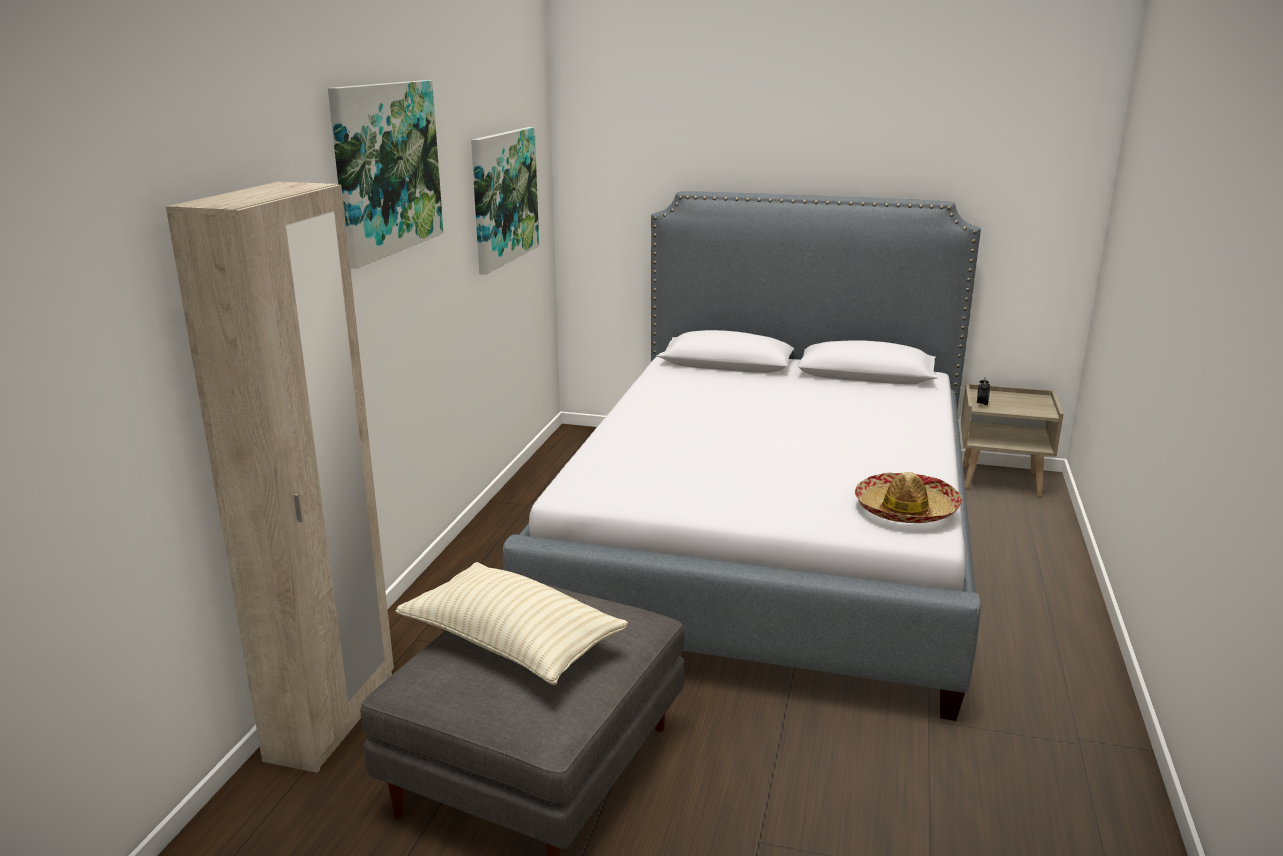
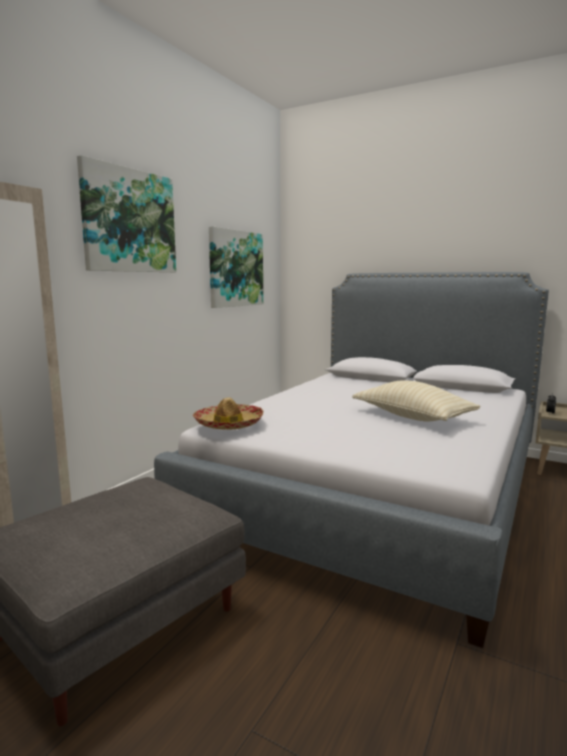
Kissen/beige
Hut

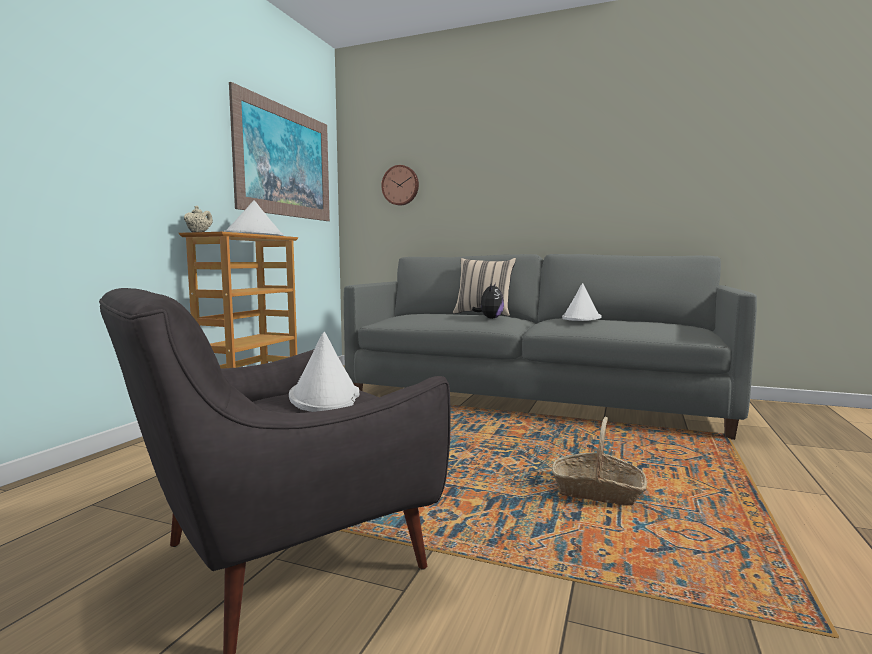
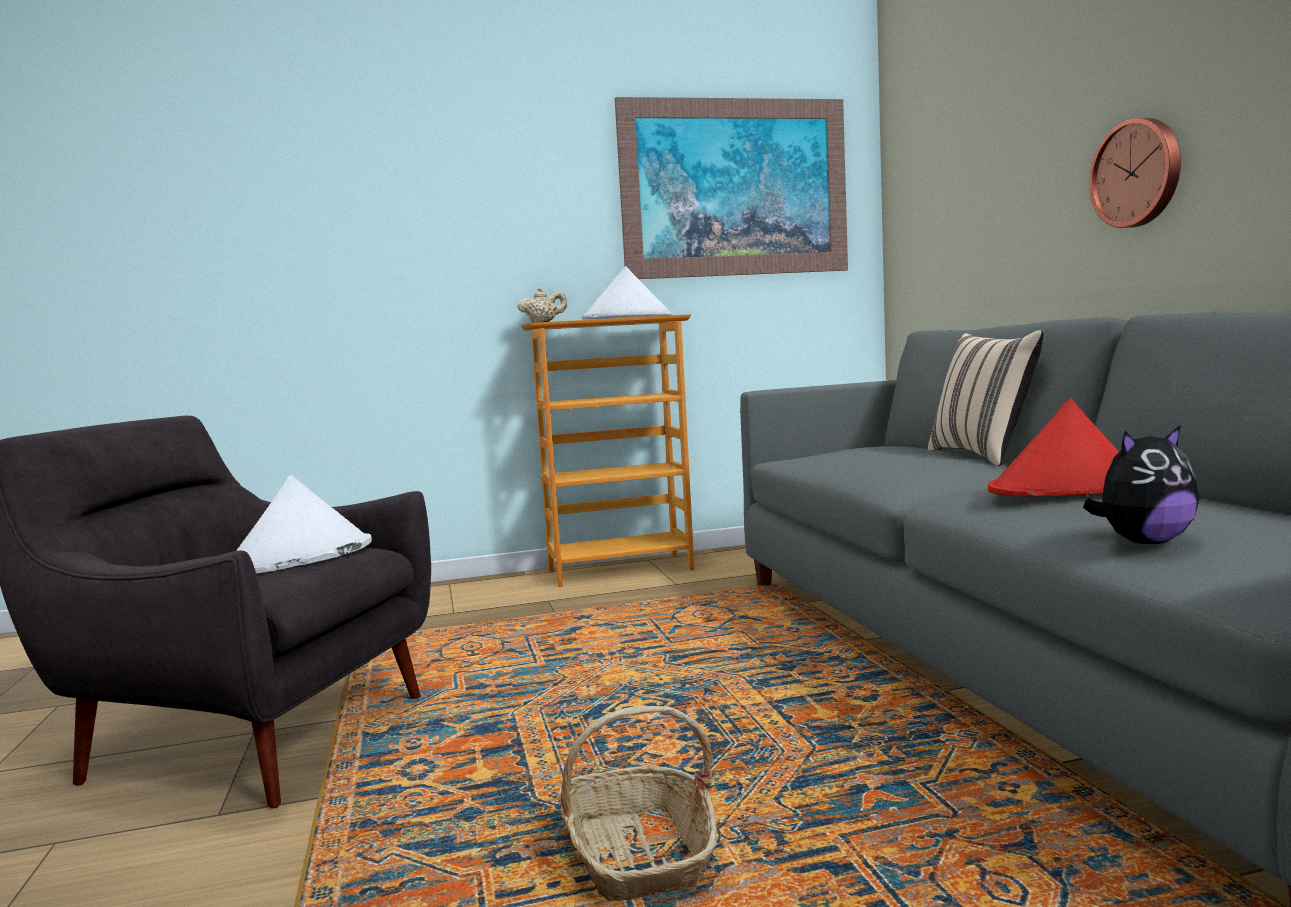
Wanduhr
Plüschtier
Hut/rot

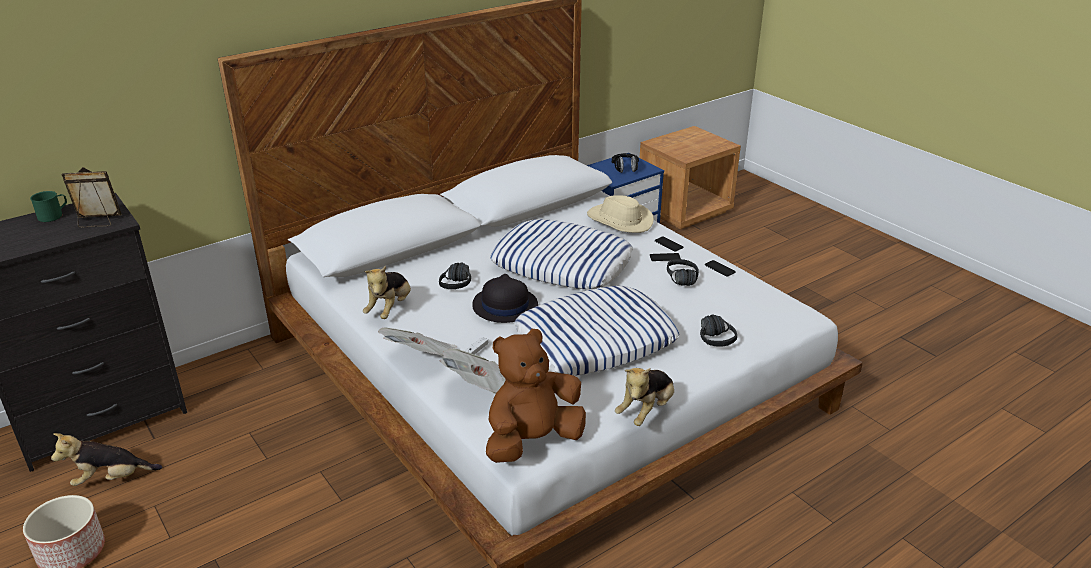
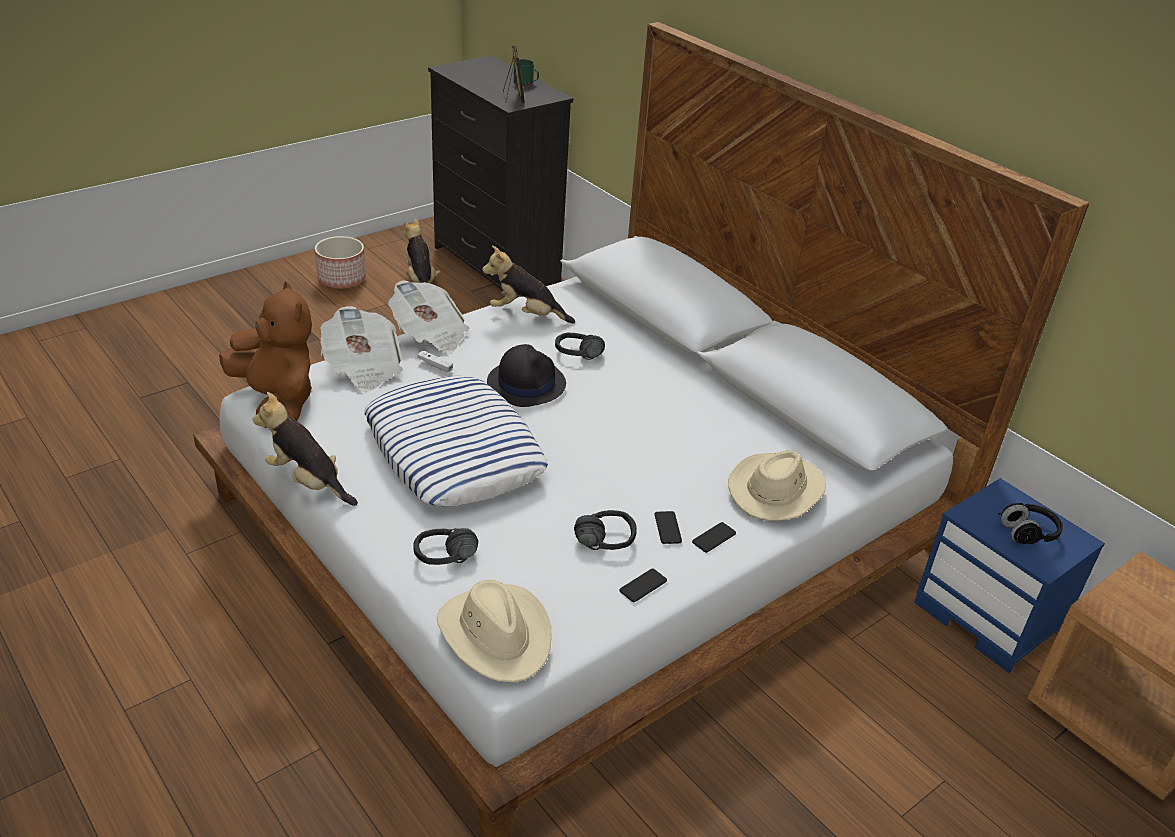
Kissen (1st from left in the first image)
Hut/beige (1st from left)

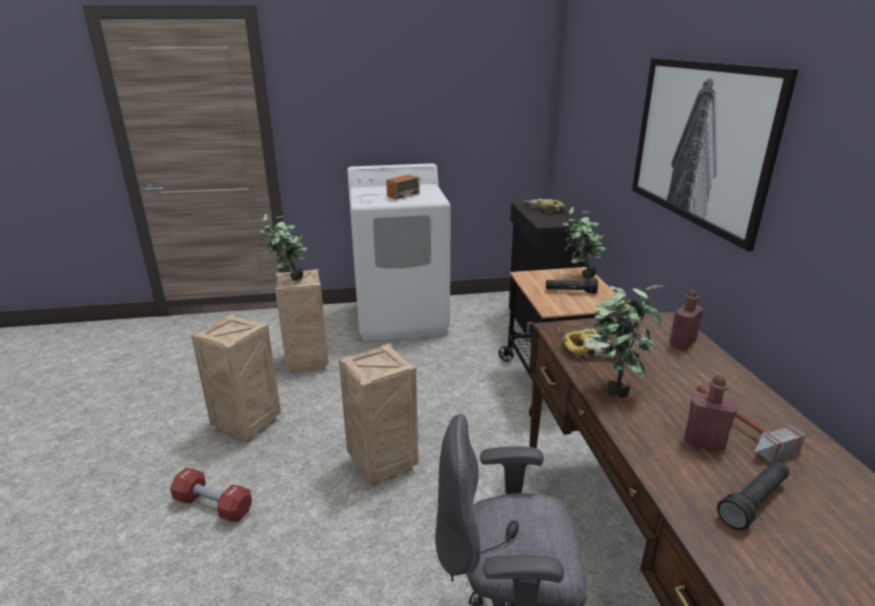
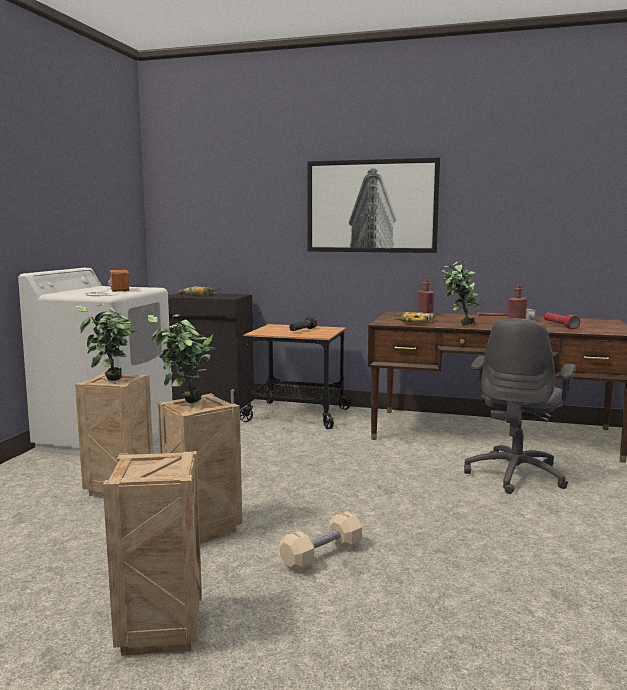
Hantel/beige
Kiste (2nd from left)
Topfpflanze (2nd from left)
Taschenlampe/rot

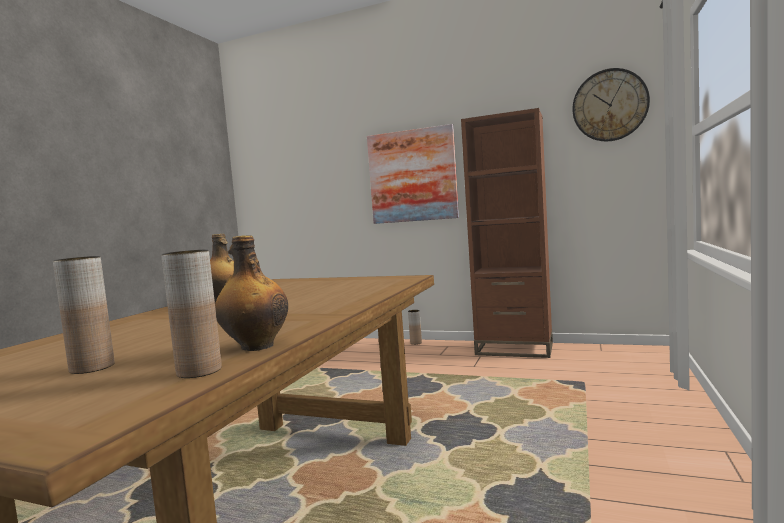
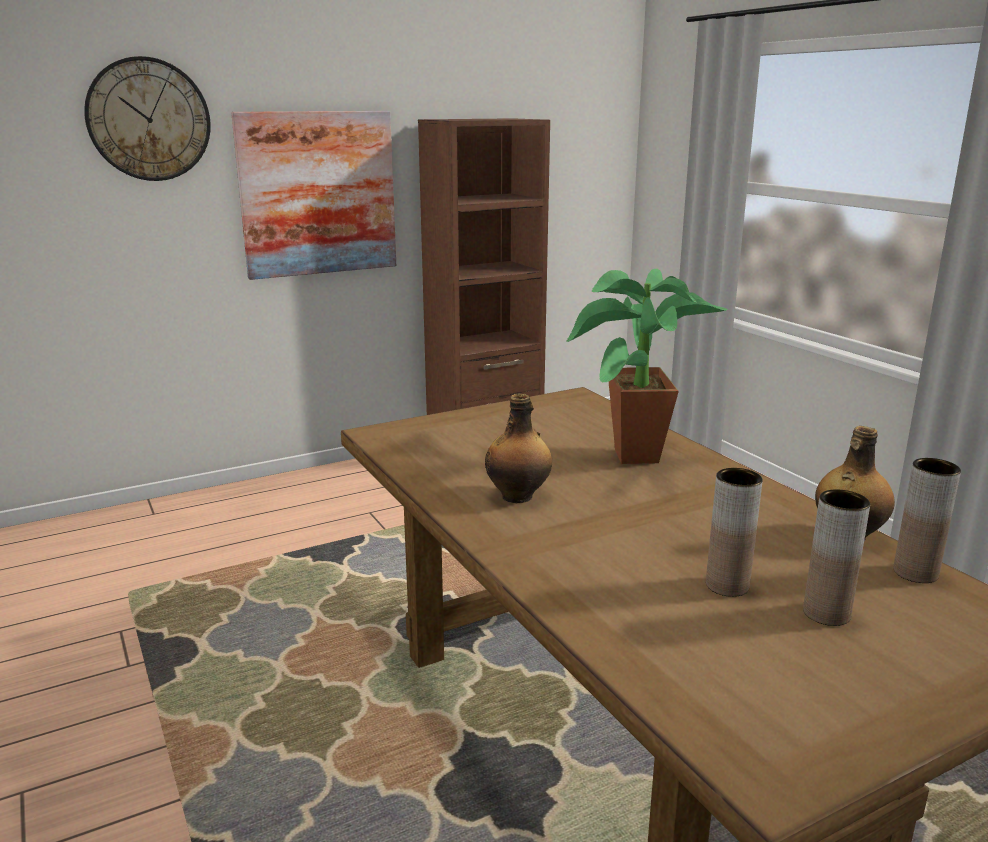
Vase/braun (1st from left)
Wanduhr
Topfpflanze

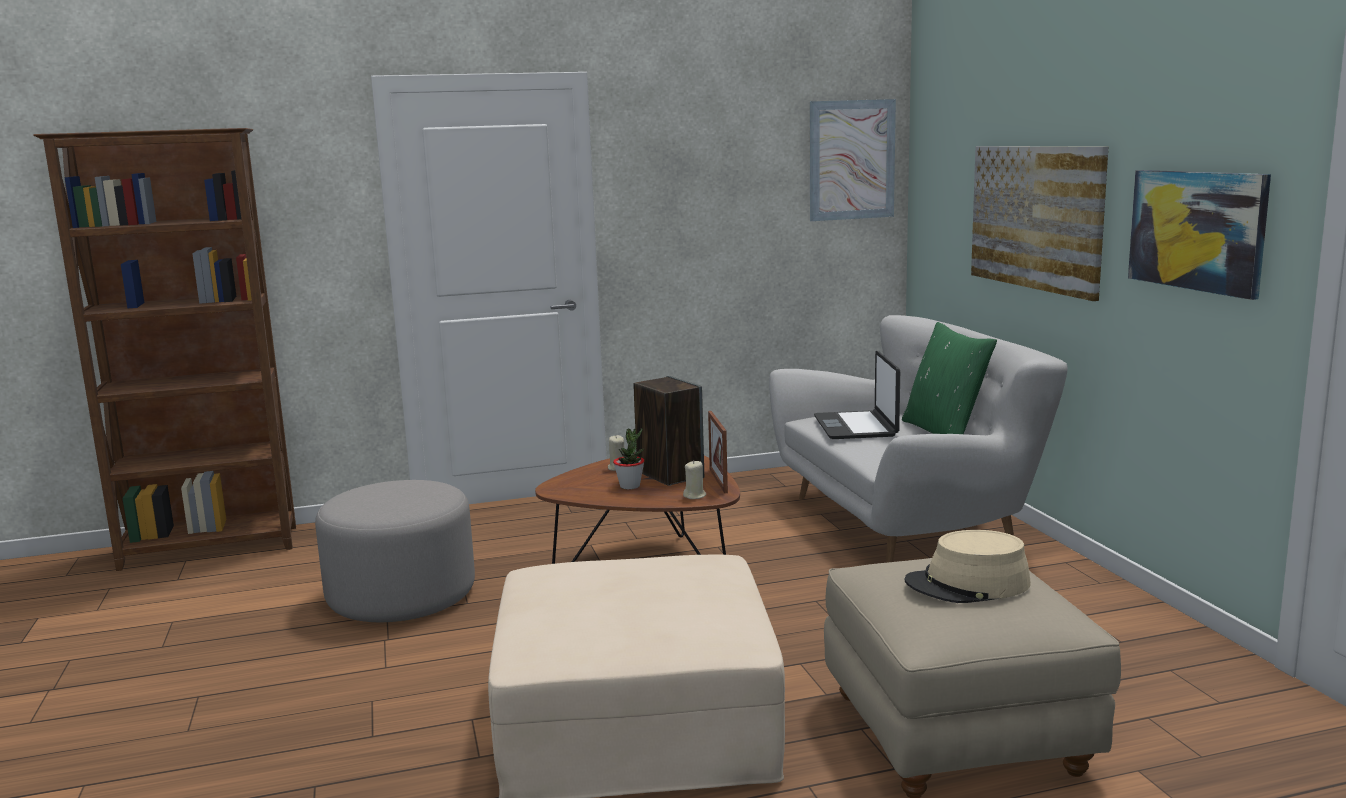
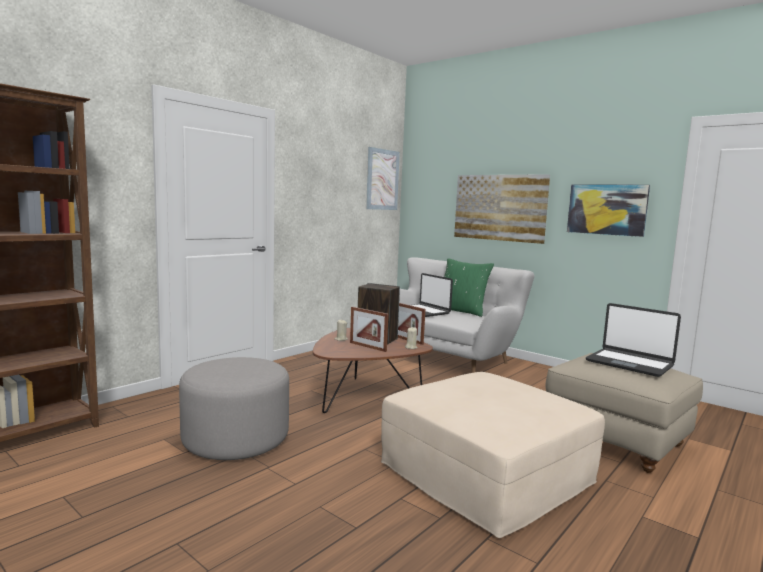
Bilderrahmen (1st from left)
Laptop (2nd from left)

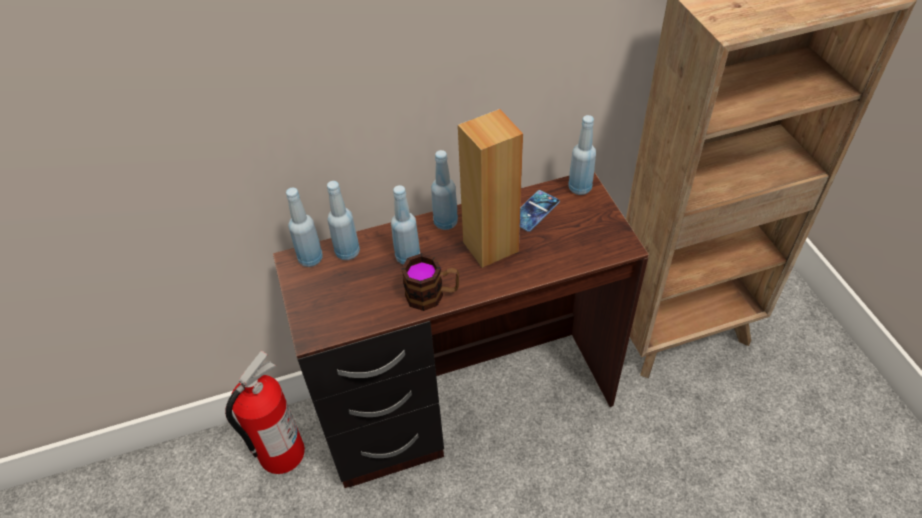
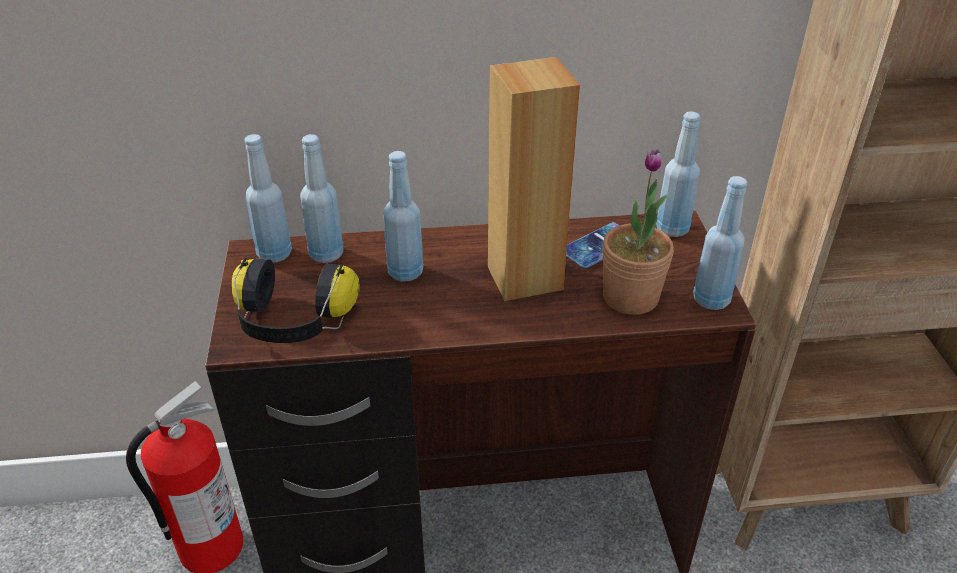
Henkelbecher
Flasche/blau (5th from left)
Kopfhörer
Topfpflanze

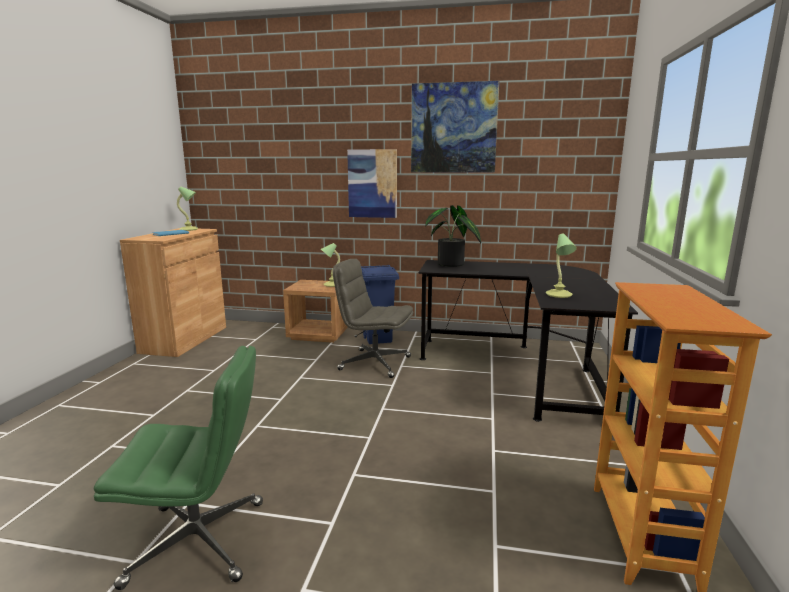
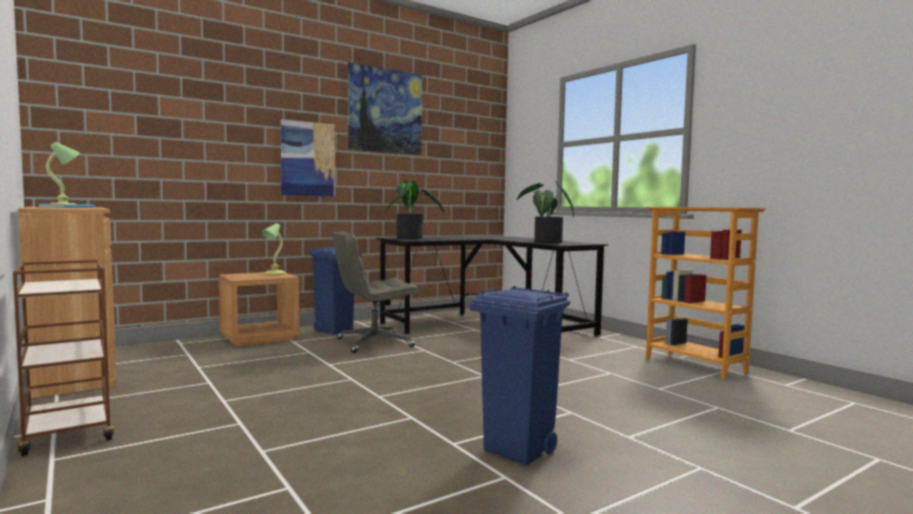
Mülleimer/blau (2nd from left)
Topfpflanze (2nd from left)
Rollwagen/braun

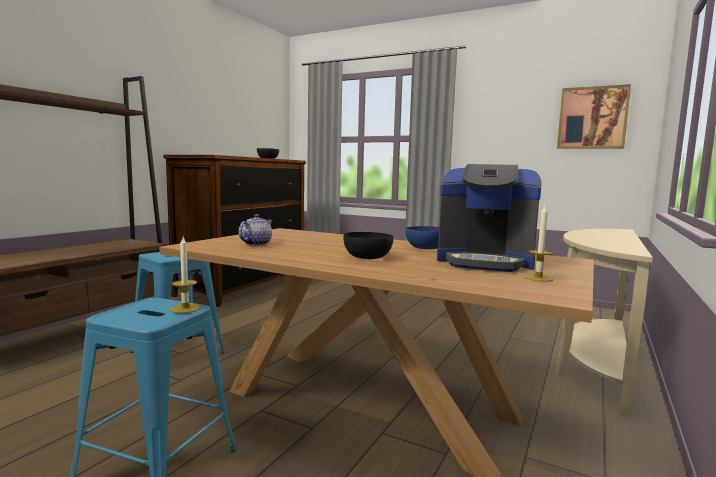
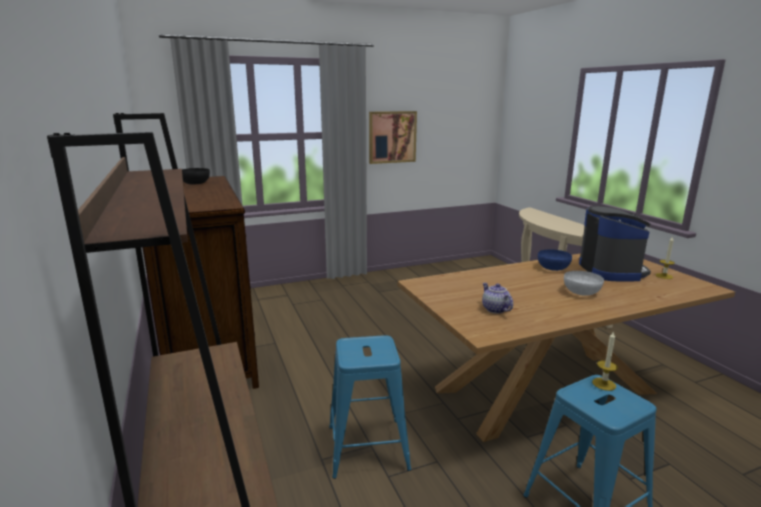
Schüssel/weiß
Kaffeemaschine
Bild

